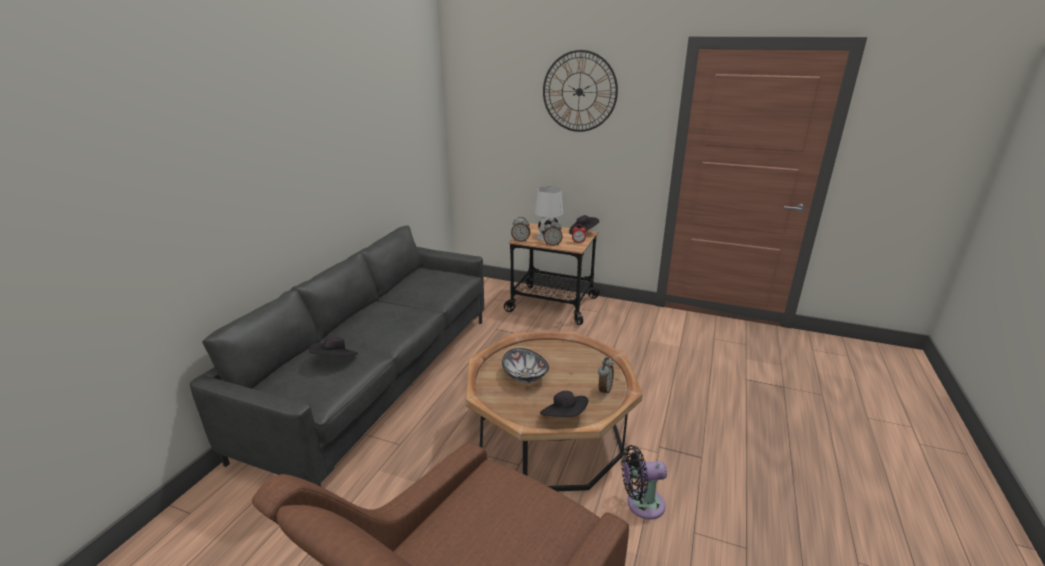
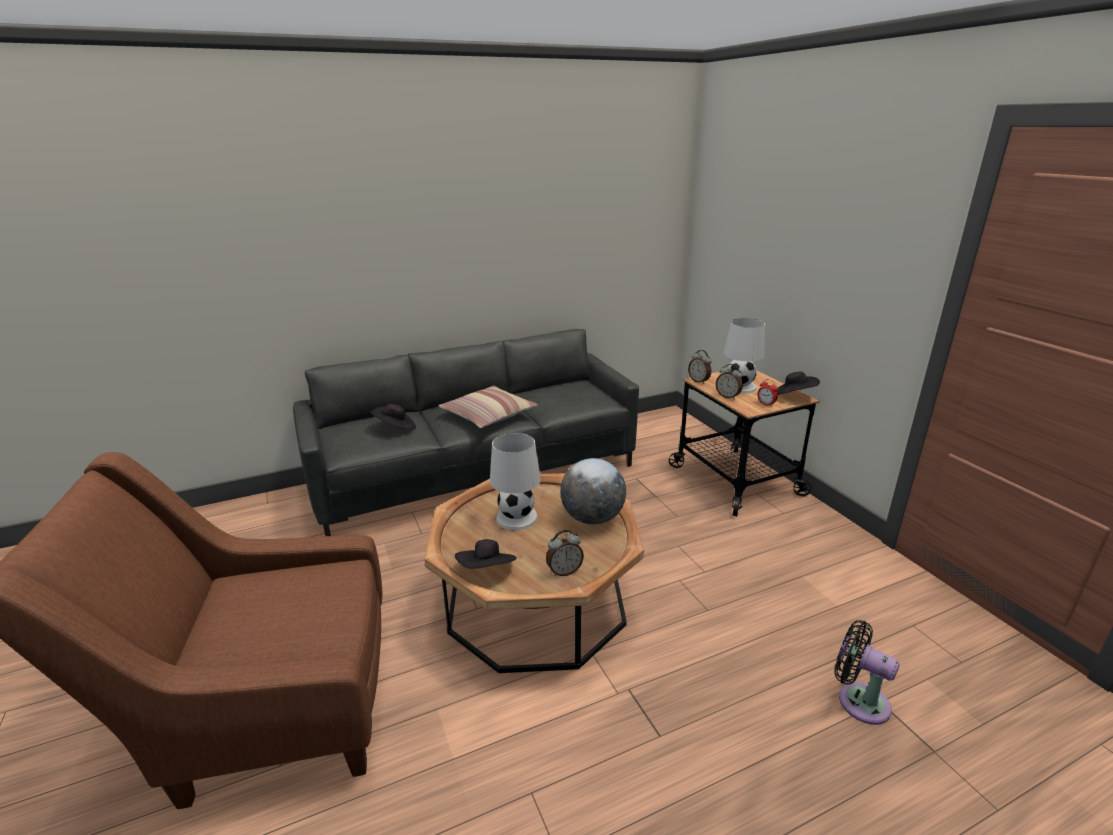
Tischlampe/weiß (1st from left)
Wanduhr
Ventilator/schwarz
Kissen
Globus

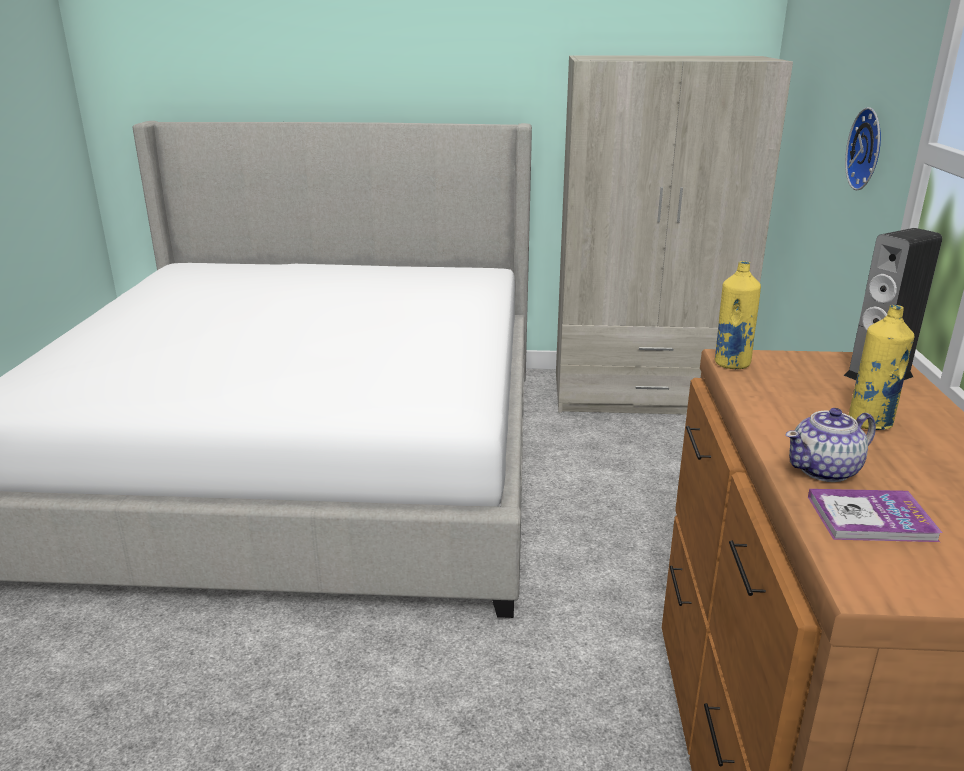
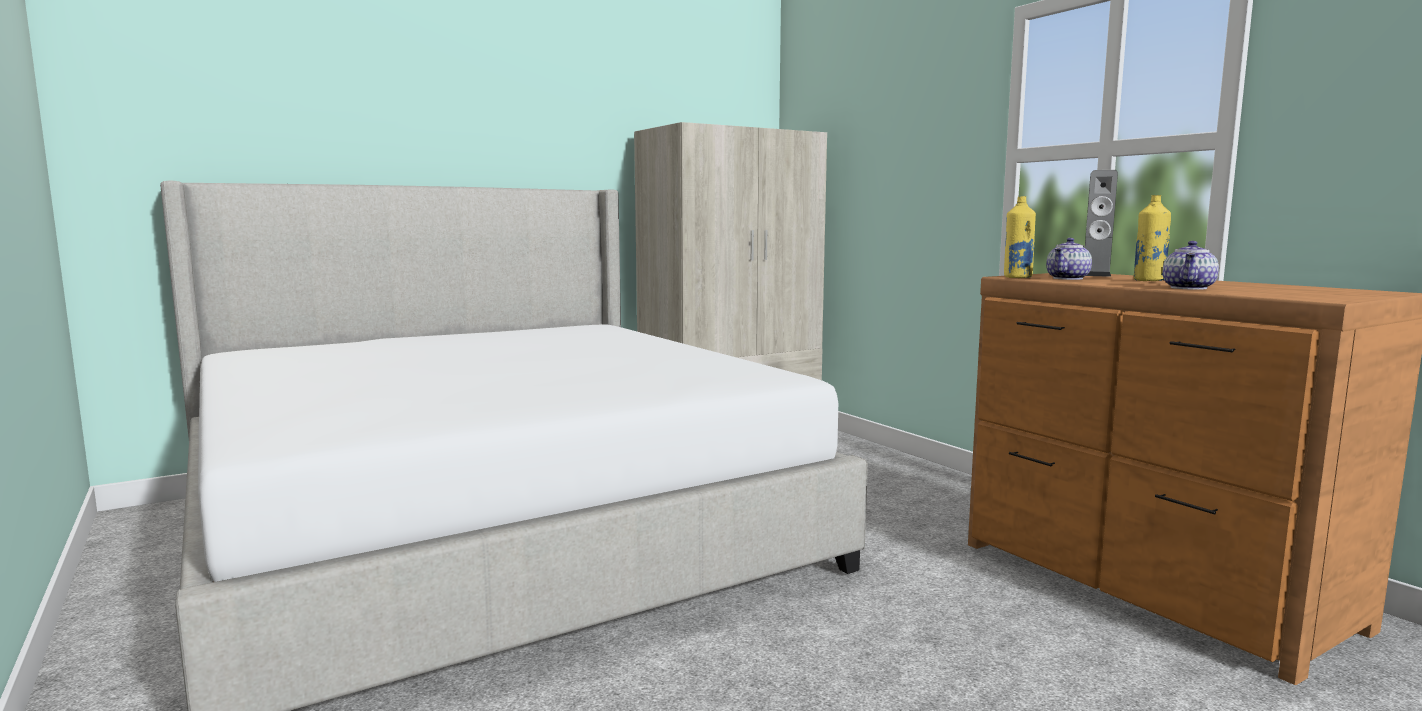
Buch
Wanduhr
Teekanne (1st from left)

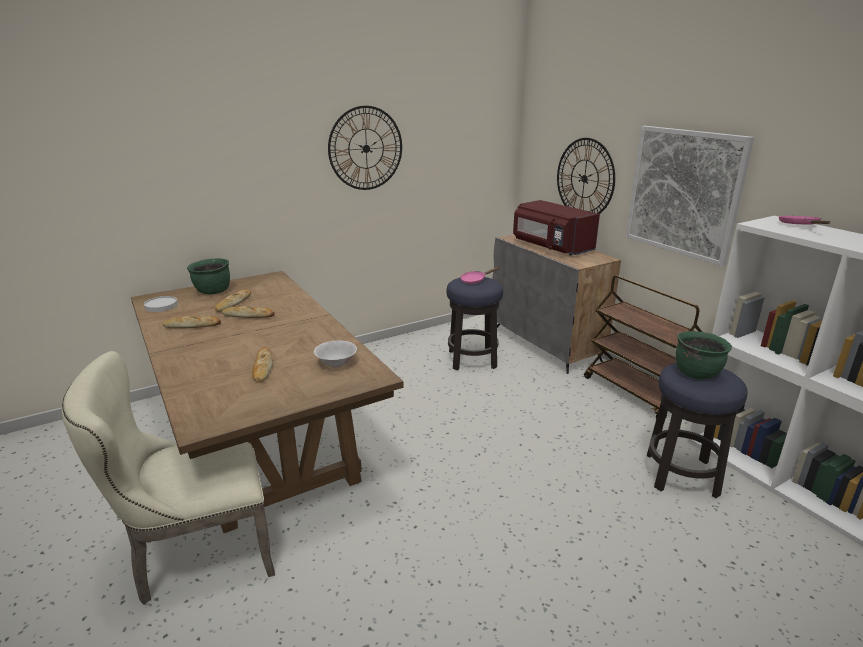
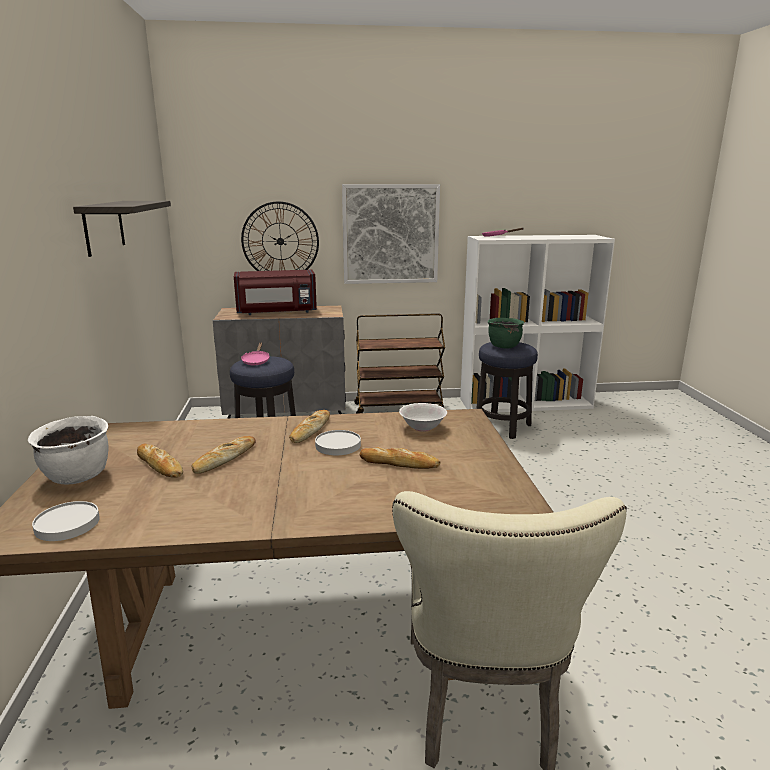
Brot (3rd from left)
Kochtopf/weiß
Wandregal
Teller/weiß (2nd from left)

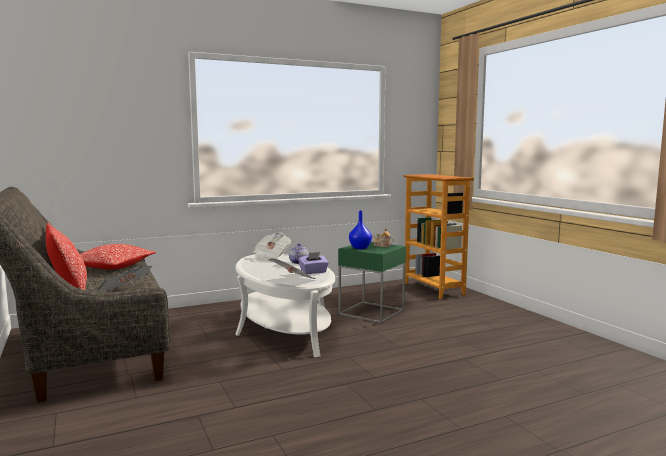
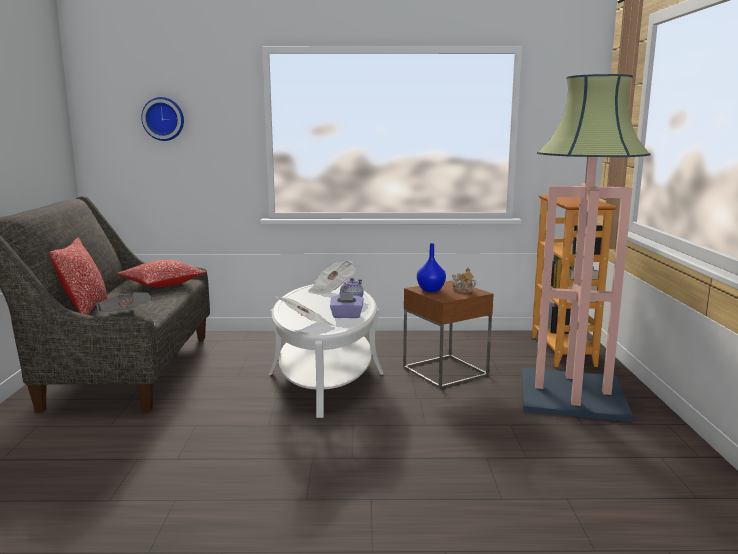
Beistelltisch/braun
Wanduhr
Stehlampe

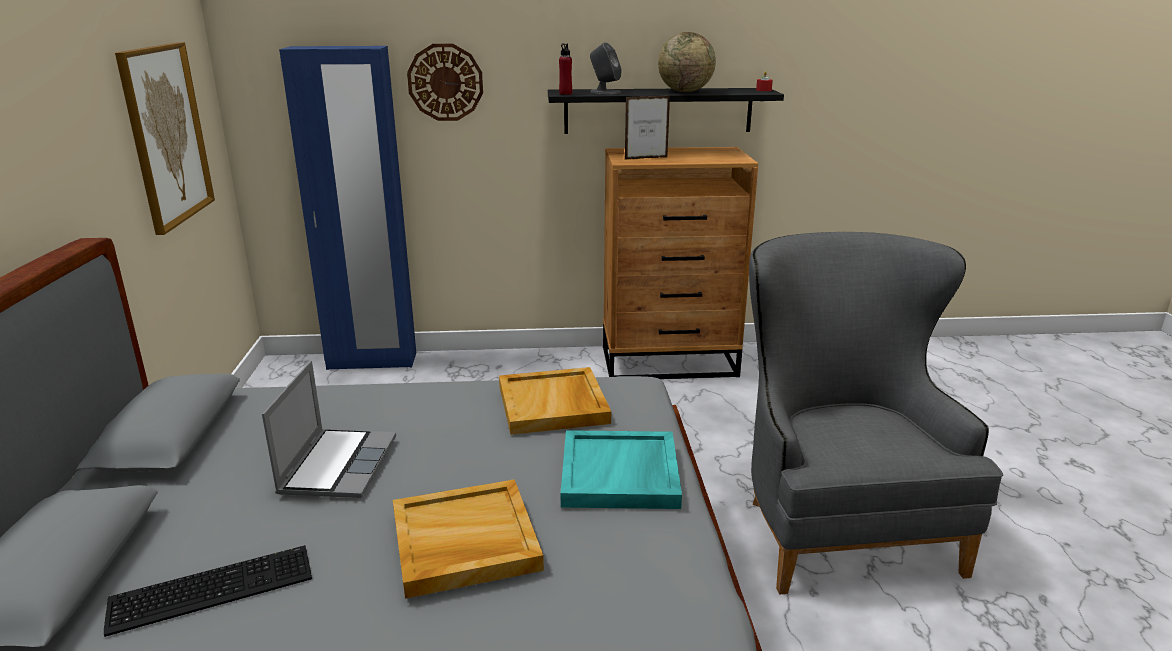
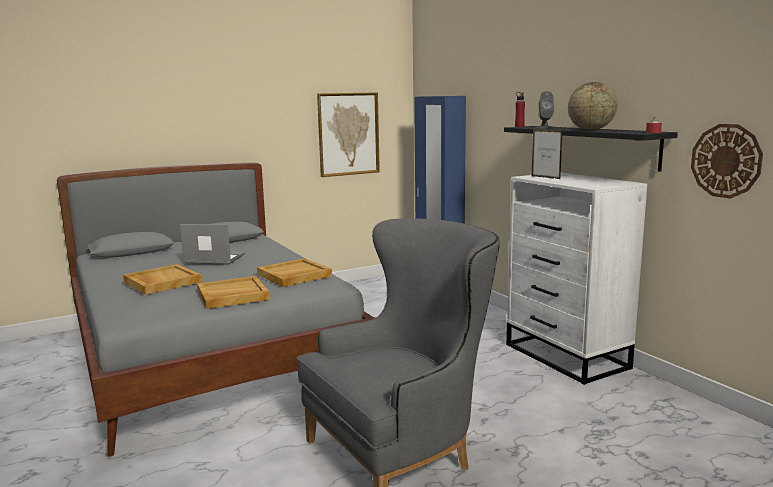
Tastatur
Laptop
Wanduhr
Tablett/beige (2nd from left)
Kommode/weiß

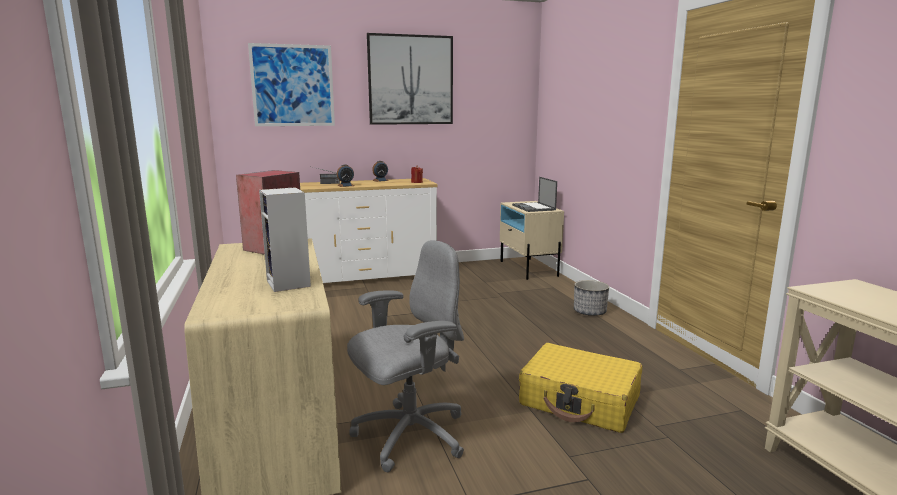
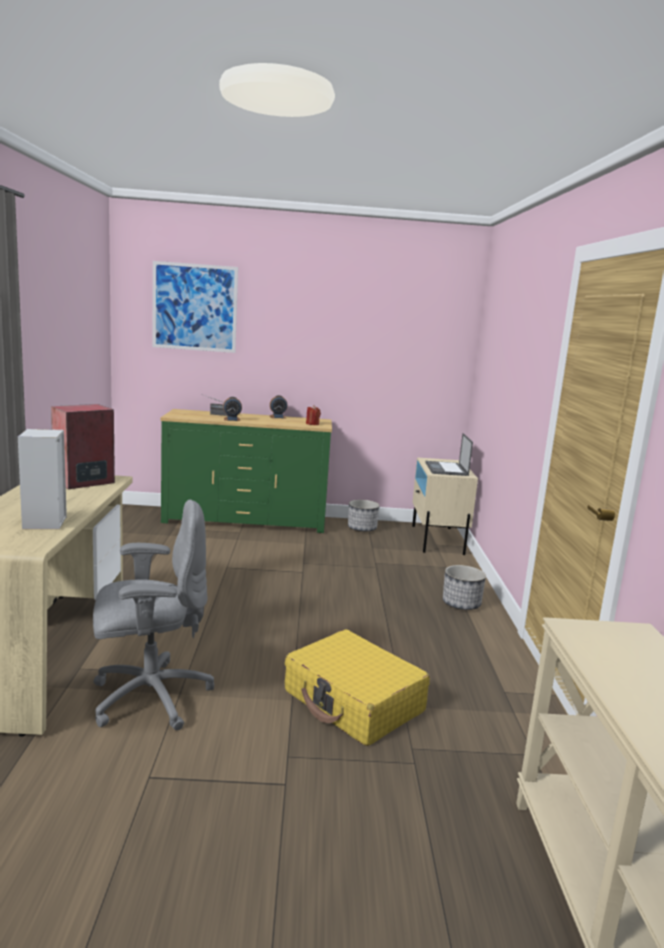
Kommode/grün
Bild (2nd from left in the first image)
Pflanzkübel (1st from left)

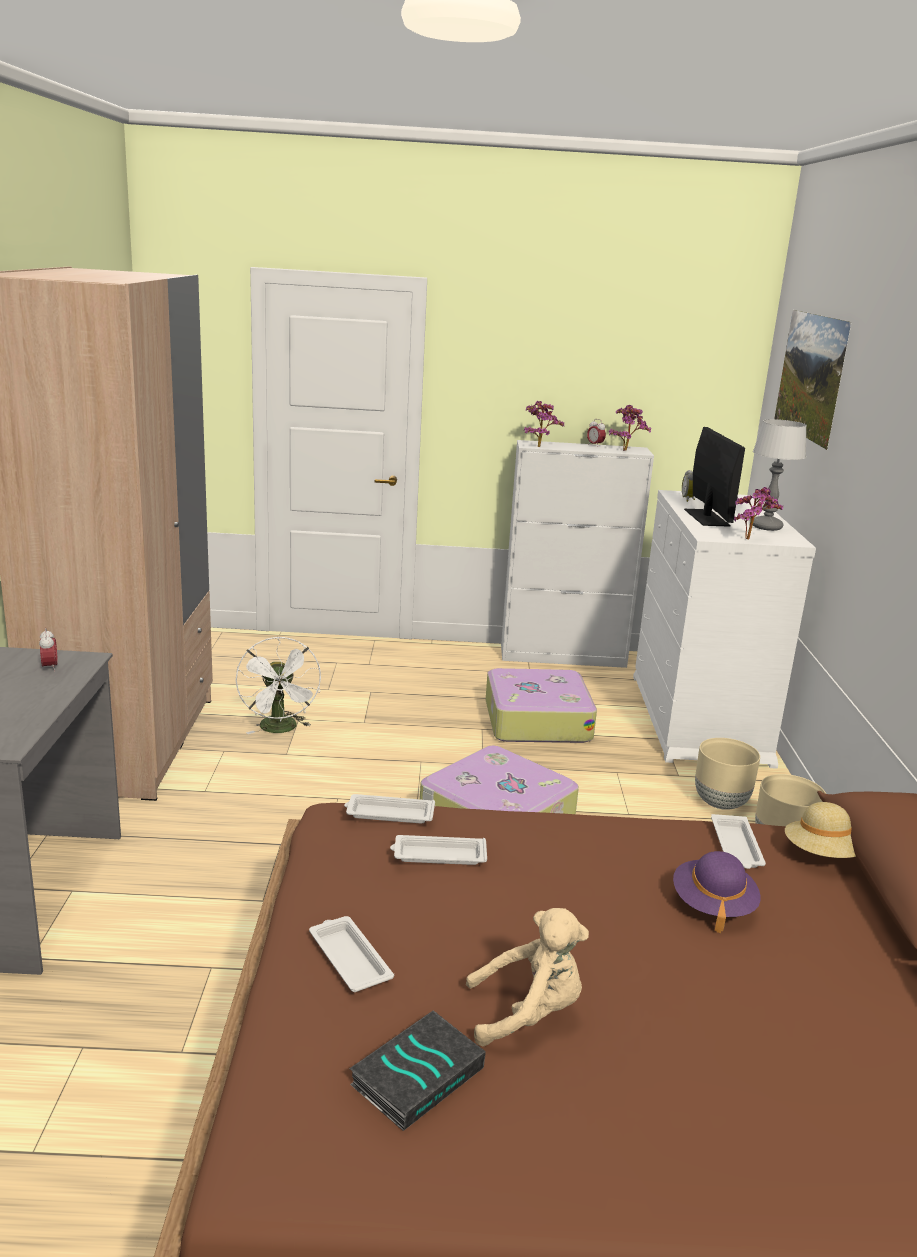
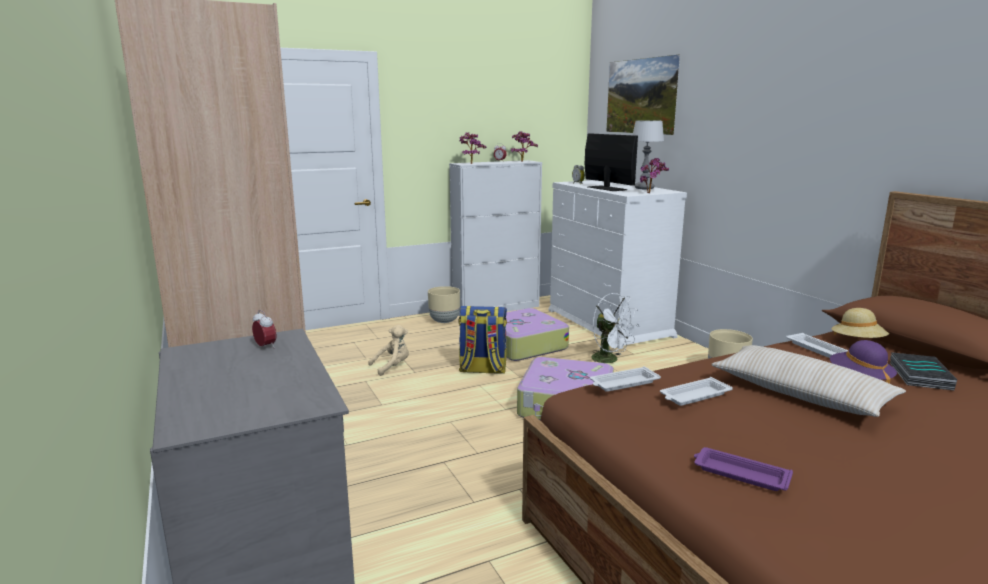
Ventilator/weiß
Tablett/lila
Buch
Plüschtier/beige
Pflanzkübel/beige (1st from left)
Rucksack
Kissen/beige

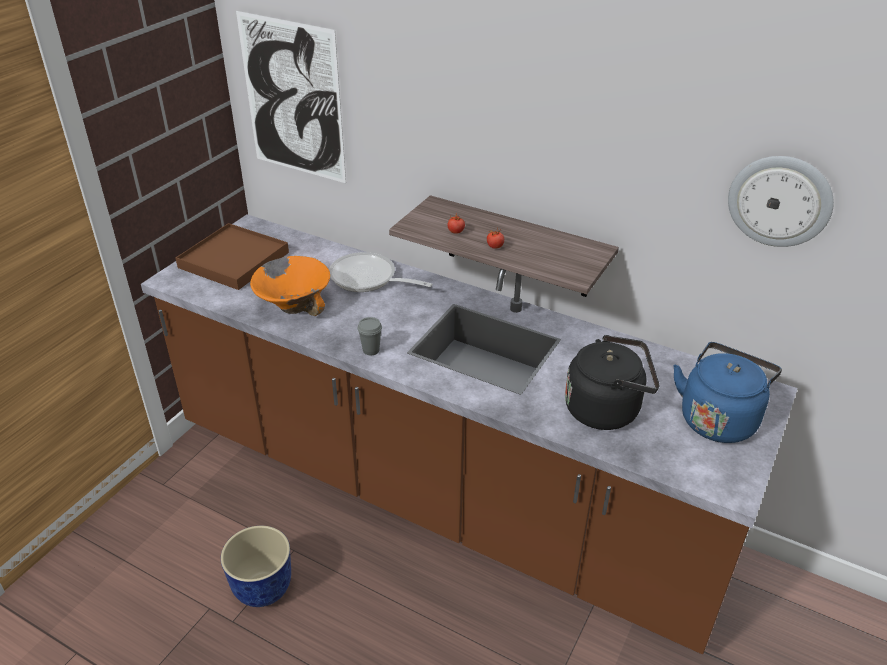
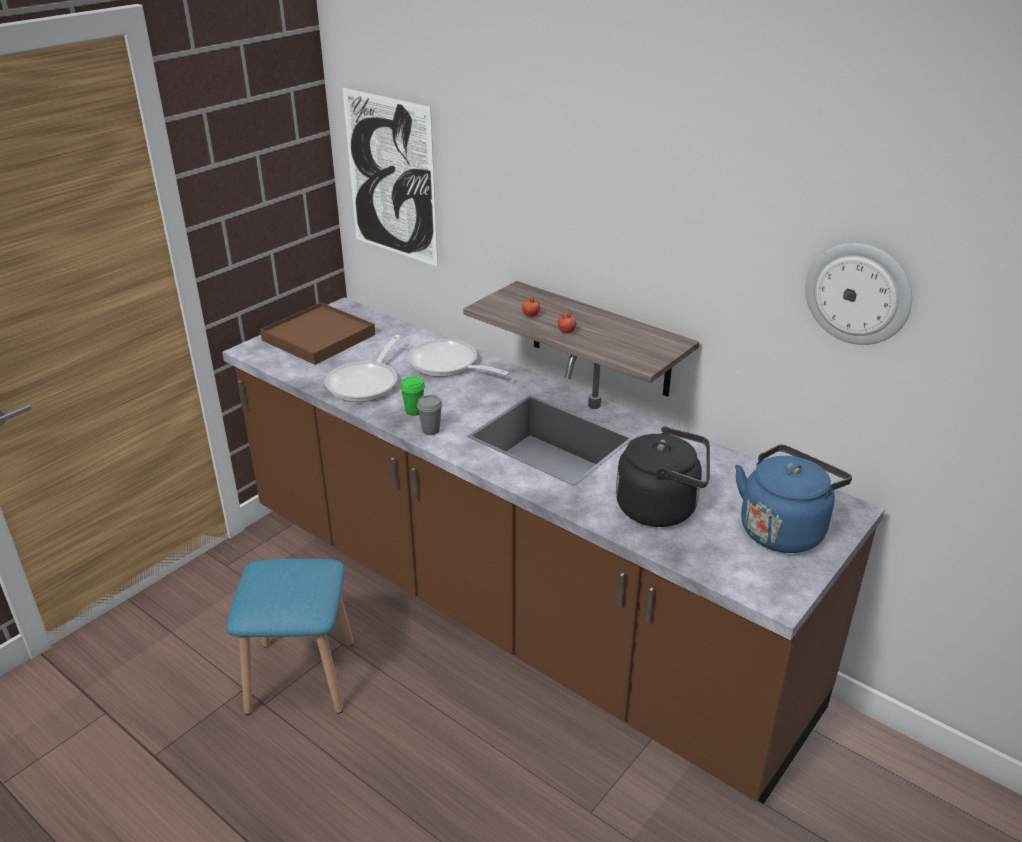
Hocker/blau
Pfanne (1st from left)
Tasse/grün

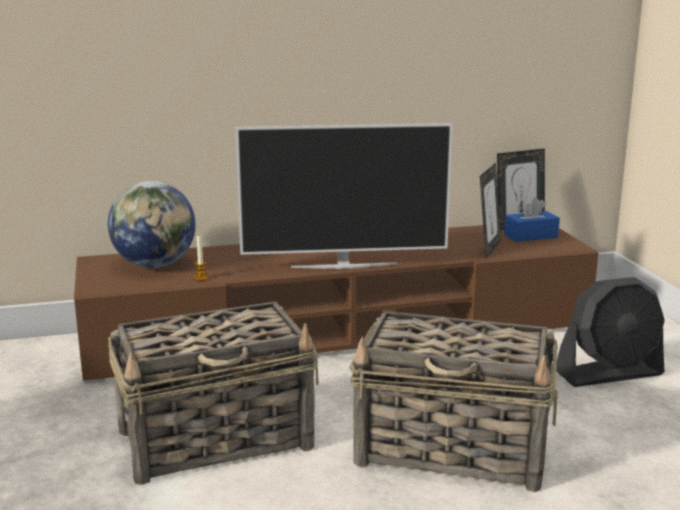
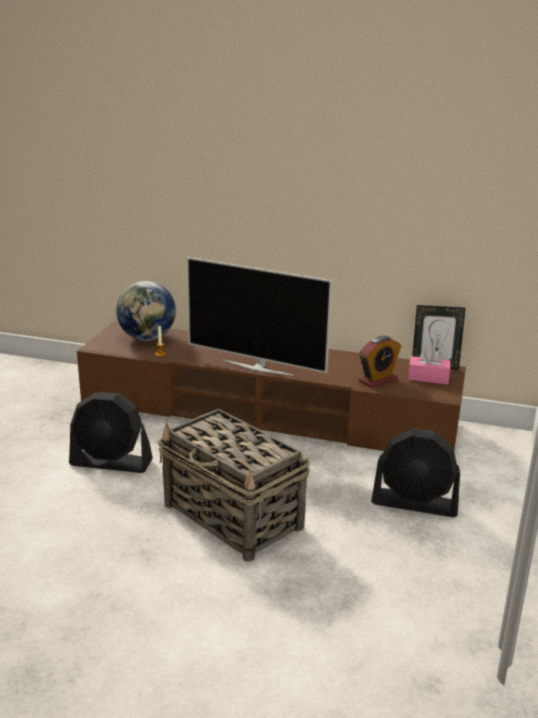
Ventilator/schwarz (1st from left)
Wecker
Taschentuchbox/rosa

